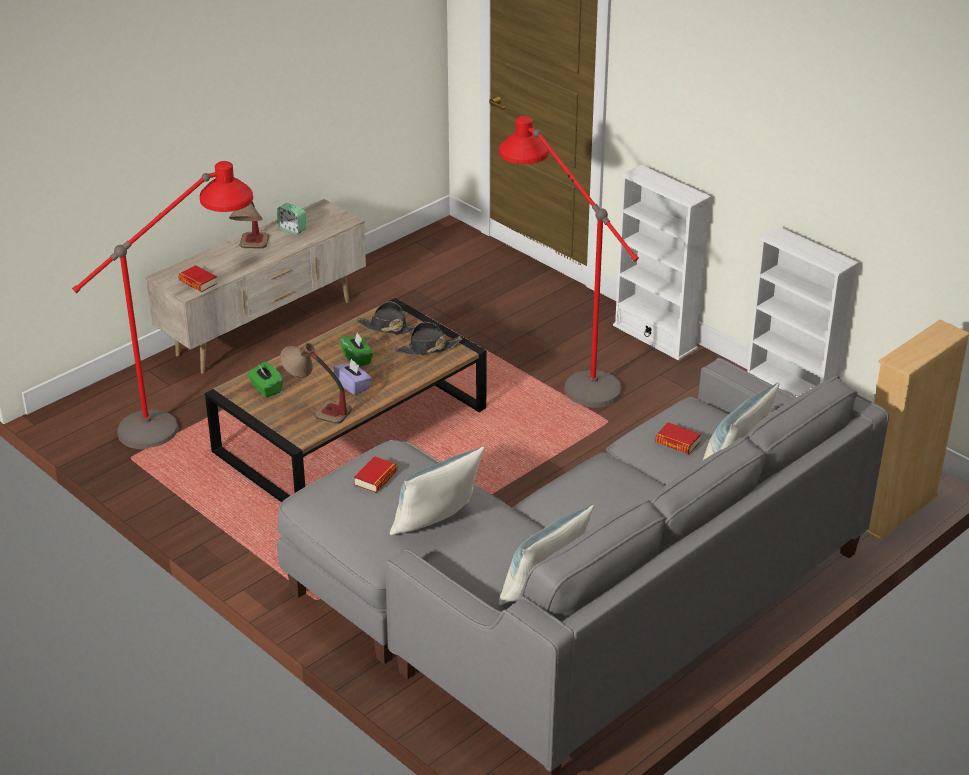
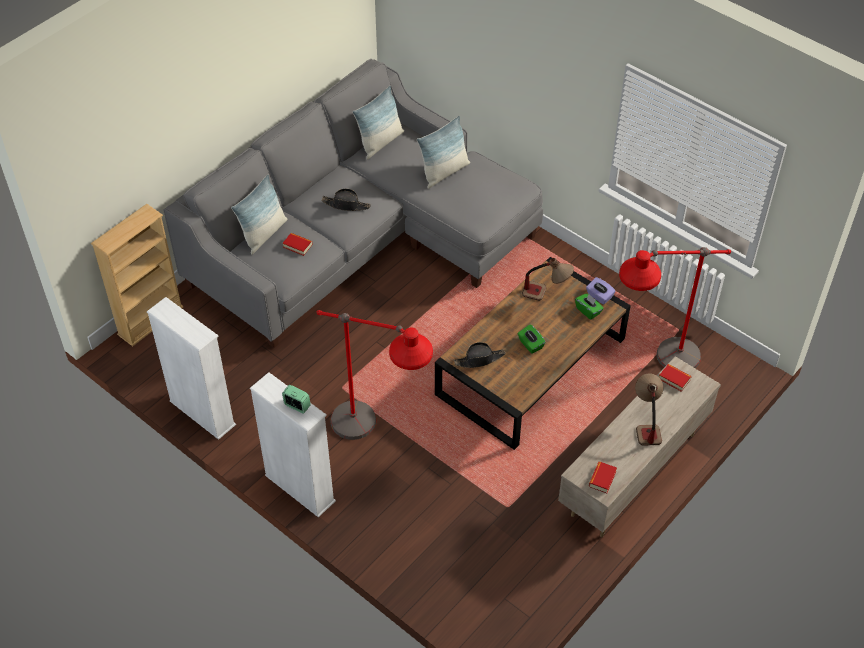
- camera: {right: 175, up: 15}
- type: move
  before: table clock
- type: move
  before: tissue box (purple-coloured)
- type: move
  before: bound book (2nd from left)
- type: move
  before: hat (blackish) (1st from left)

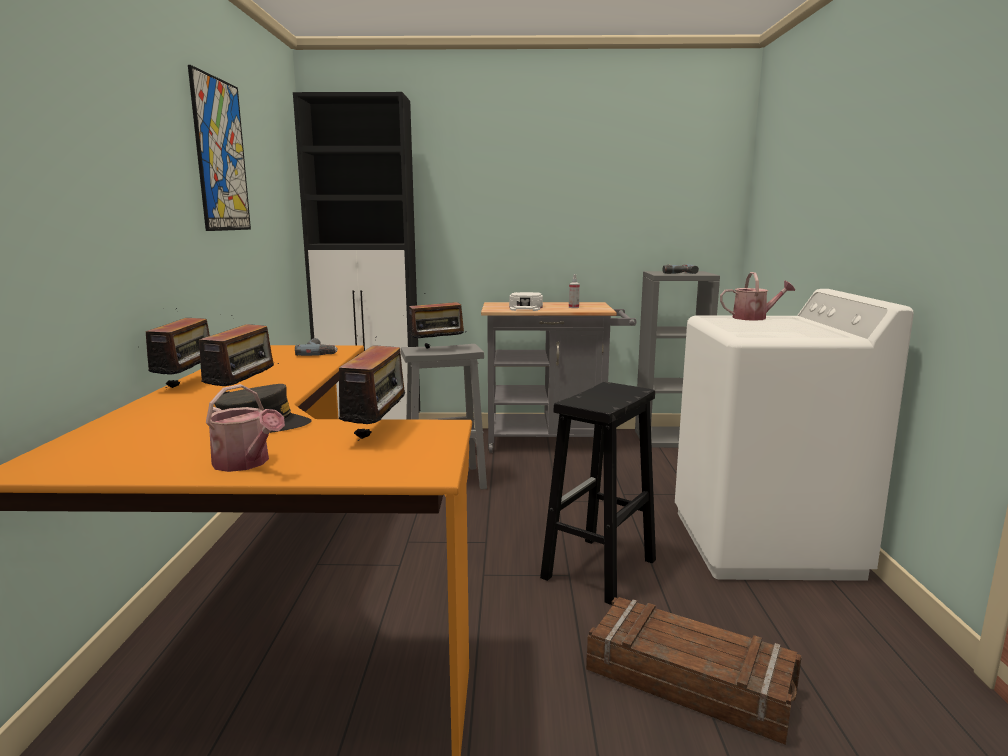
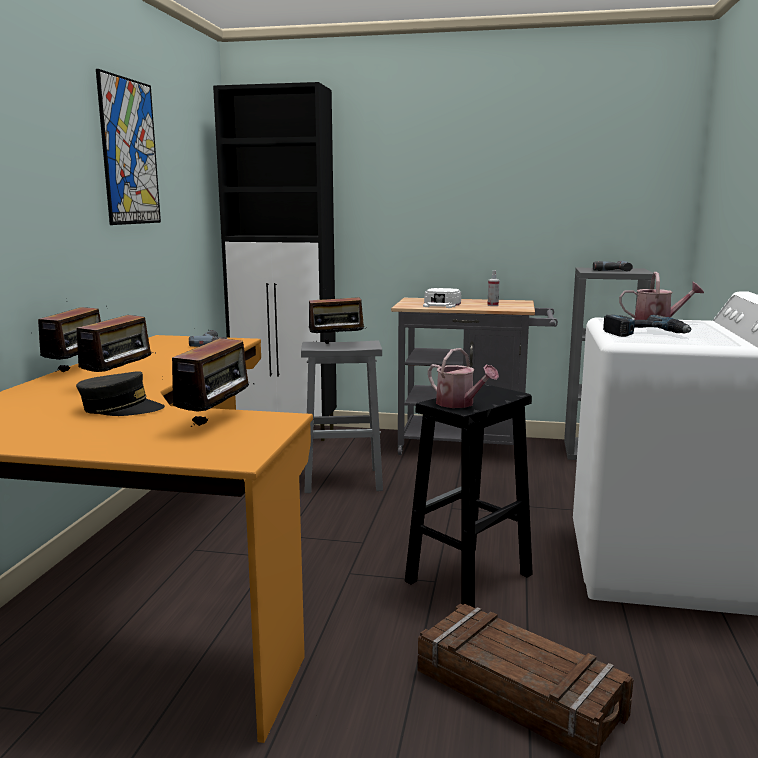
- camera: {right: 10, up: 0}
- type: insert
  after: power drill (3rd from left)
- type: move
  before: sprinkling can (1st from left)

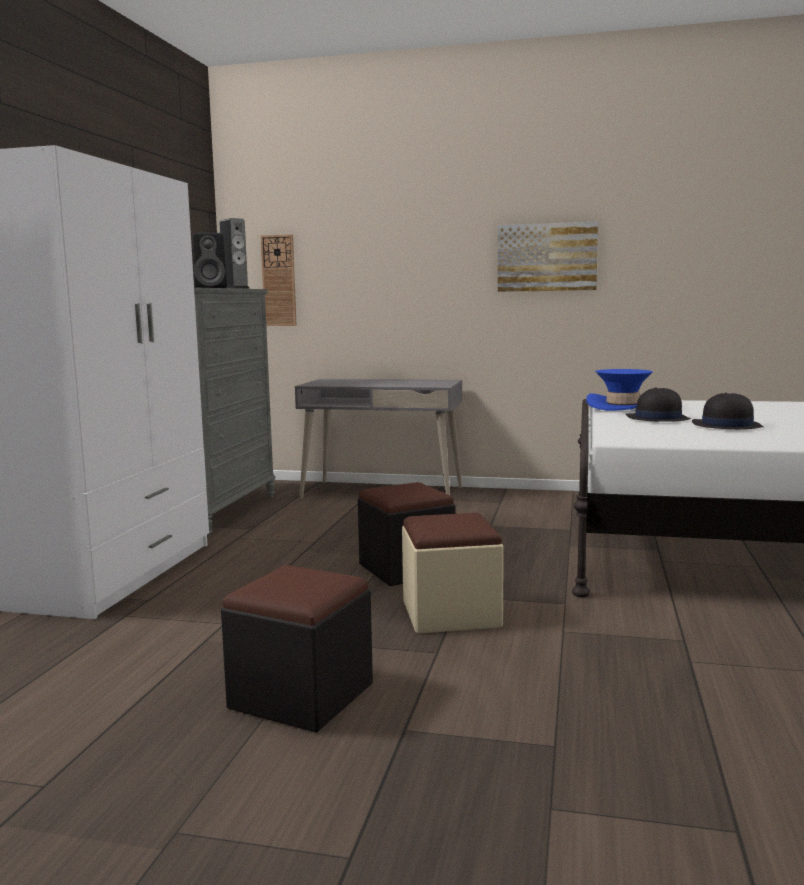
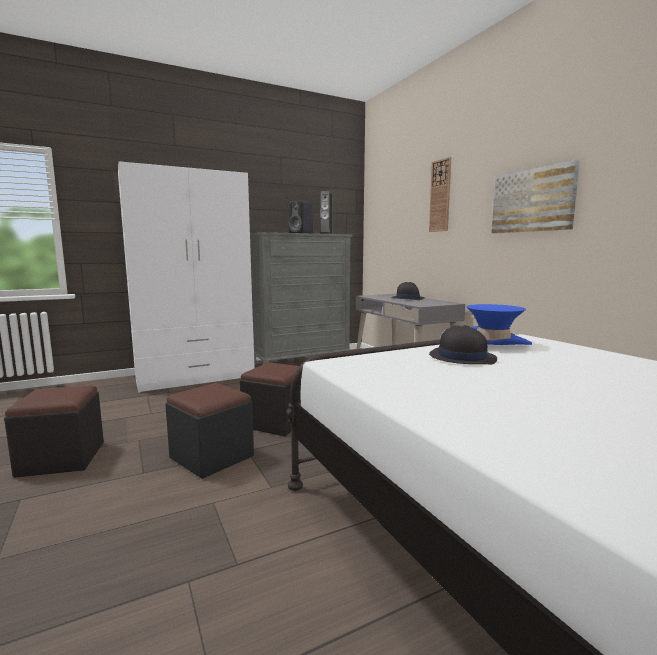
- camera: {right: 50, up: 0}
- type: move
  before: wall clock
- type: move
  before: hat (blackish) (2nd from left in the first image)
  after: hat (blackish) (1st from left)
- type: recolor
  before: pouffe (beige-coloured)
  after: pouffe (blackish) (2nd from left)

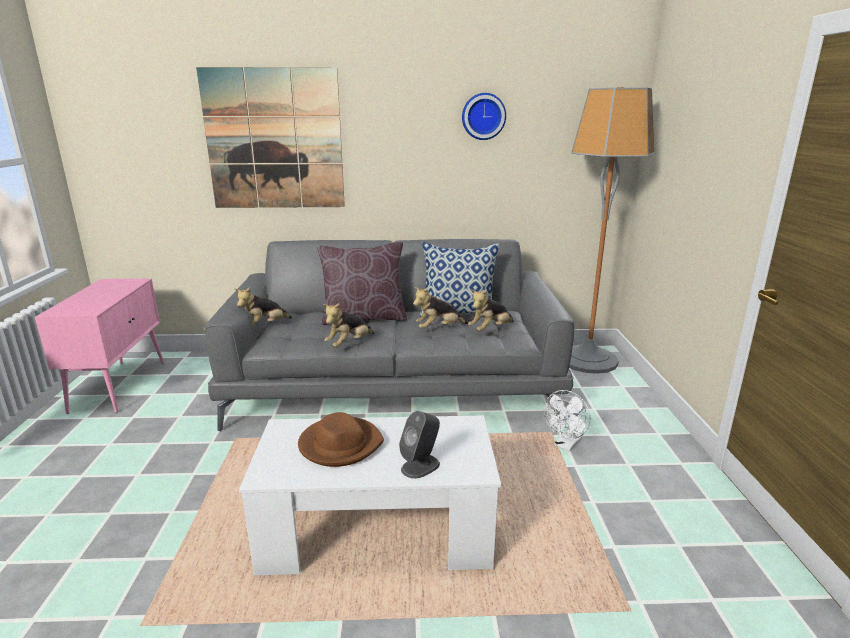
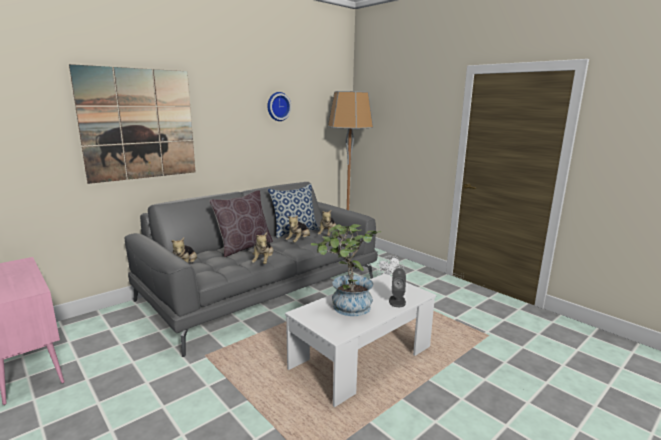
- camera: {right: -40, up: -5}
- type: replace
  before: hat (brown-coloured)
  after: plant in a pot

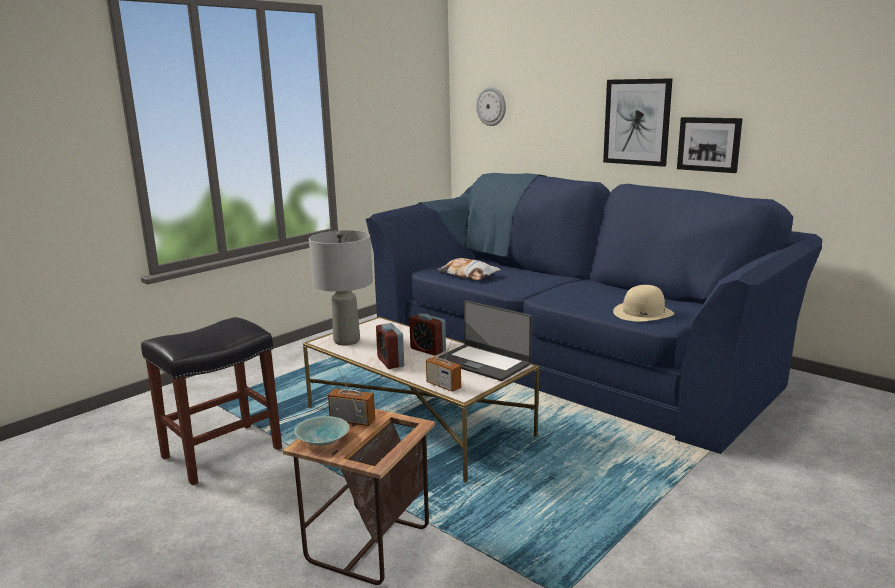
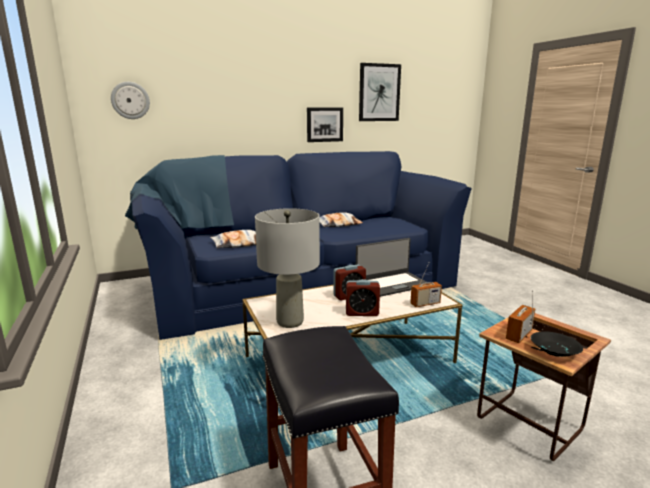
- camera: {right: -65, up: 0}
- type: delete
  before: hat (beige-coloured)
- type: insert
  after: pillow (2nd from left)
- type: move
  before: picture (1st from left in the first image)
  after: picture (2nd from left)
- type: recolor
  before: bowl (turquoise)
  after: bowl (blackish)

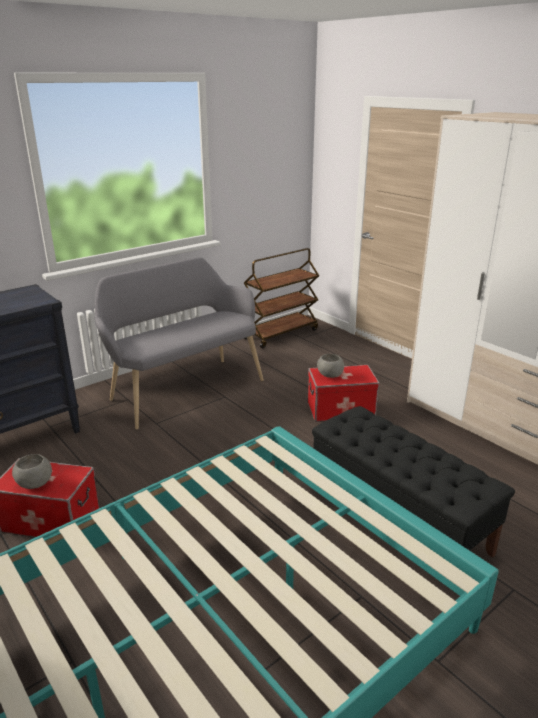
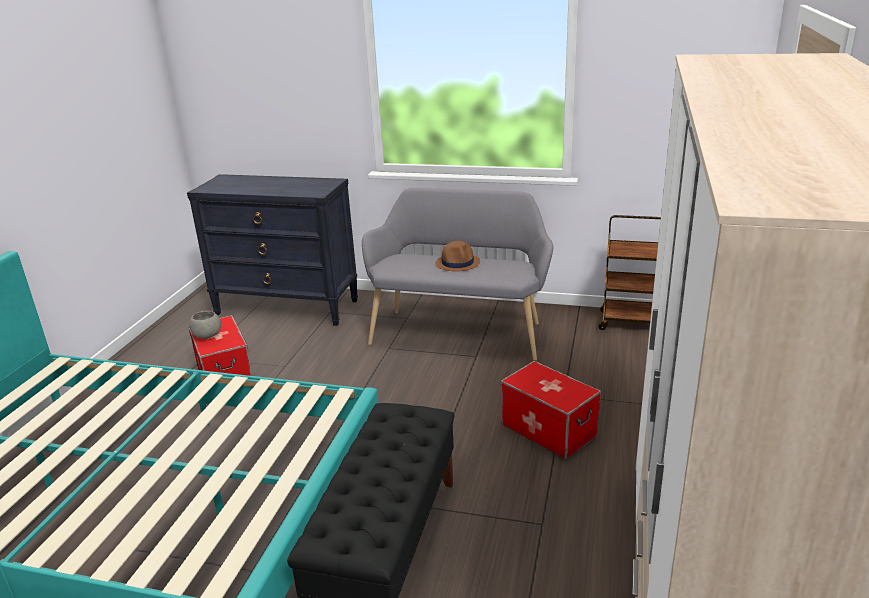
- camera: {right: 55, up: 0}
- type: delete
  before: bowl (grey) (2nd from left)
- type: insert
  after: hat (brown-coloured)

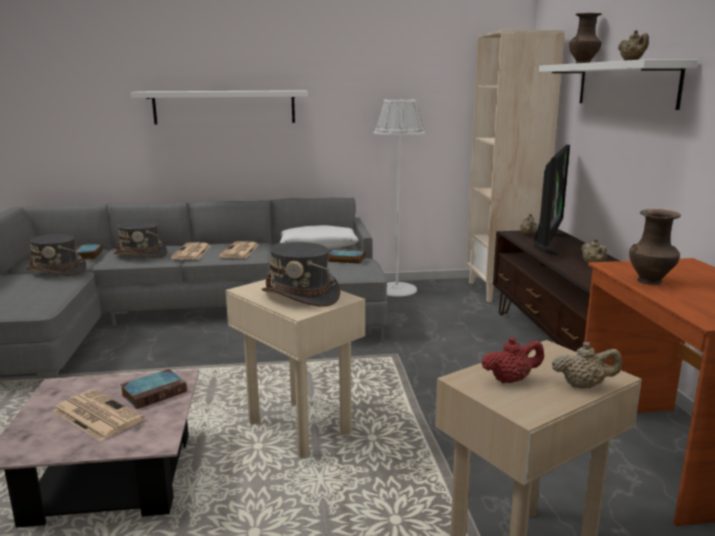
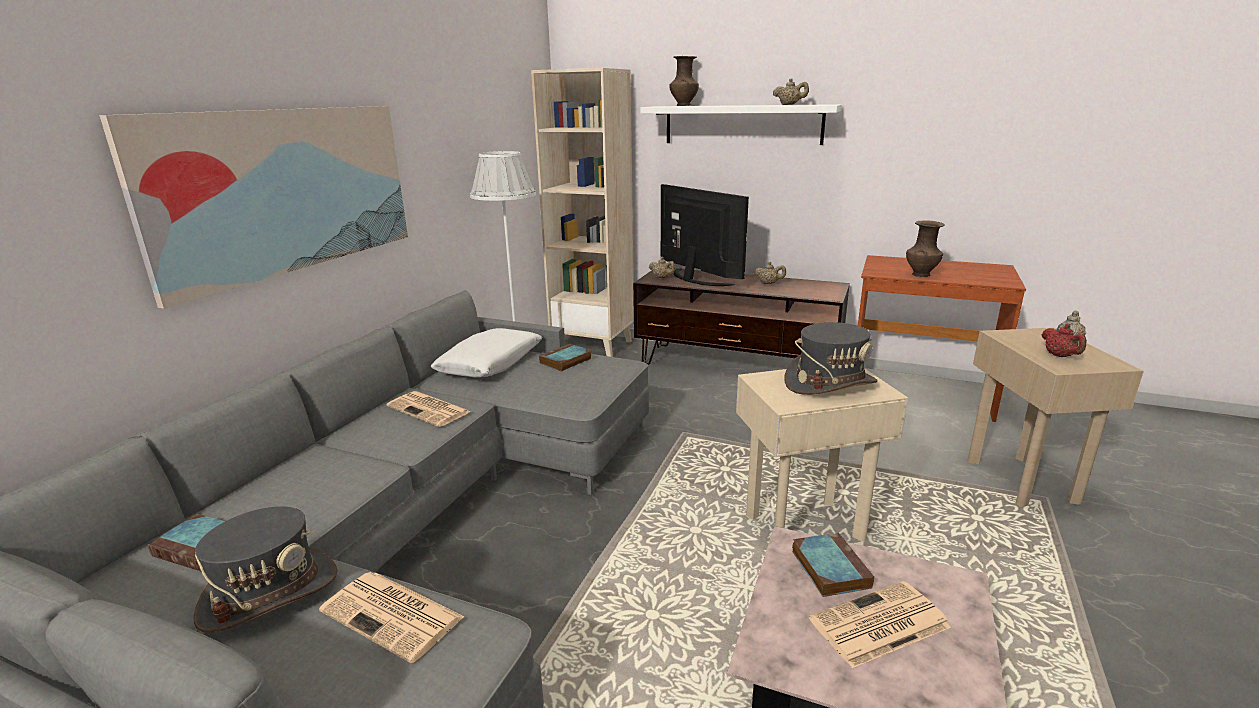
- camera: {right: -60, up: 5}
- type: delete
  before: hat (grey) (2nd from left)
- type: move
  before: newspaper (2nd from left in the first image)
  after: newspaper (1st from left)
- type: replace
  before: bracket shelf (white) (1st from left)
  after: picture
- type: rotate
  before: tea pot (red)
  turn: 150

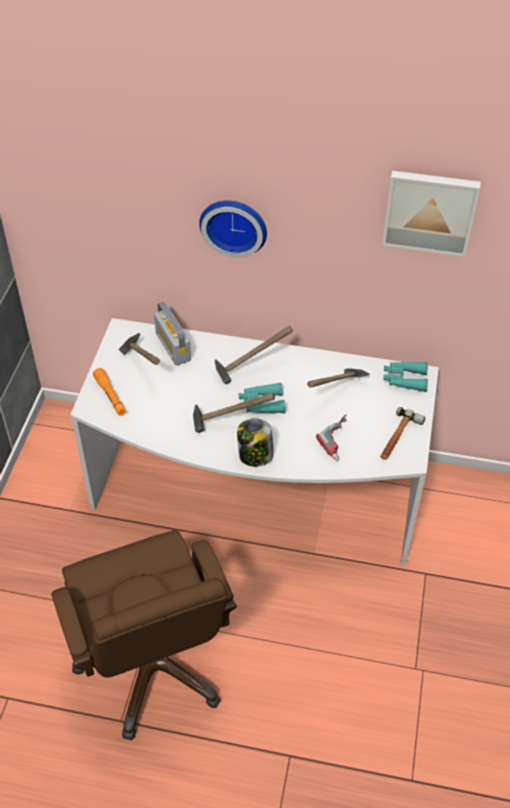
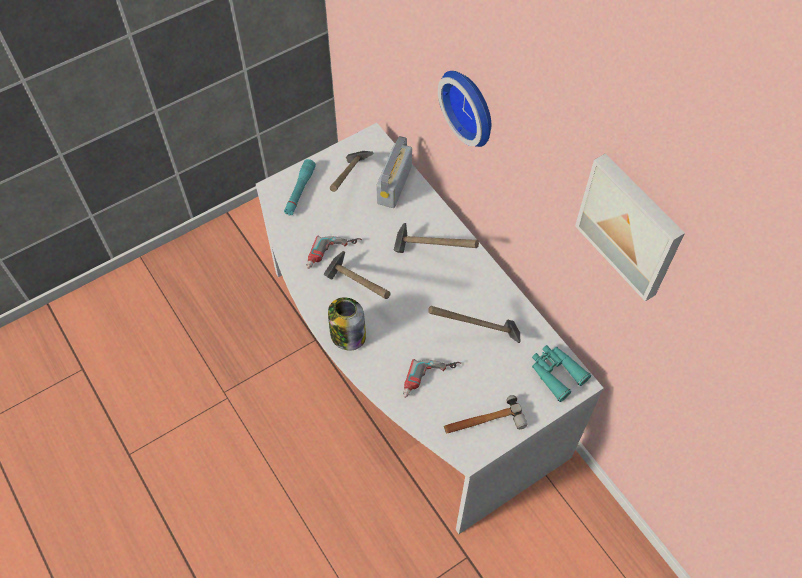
- camera: {right: 45, up: 10}
- type: delete
  before: office chair (brown-coloured)
- type: delete
  before: binoculars (turquoise) (1st from left)
- type: insert
  after: power drill (1st from left)
- type: recolor
  before: torch (orangey)
  after: torch (turquoise)

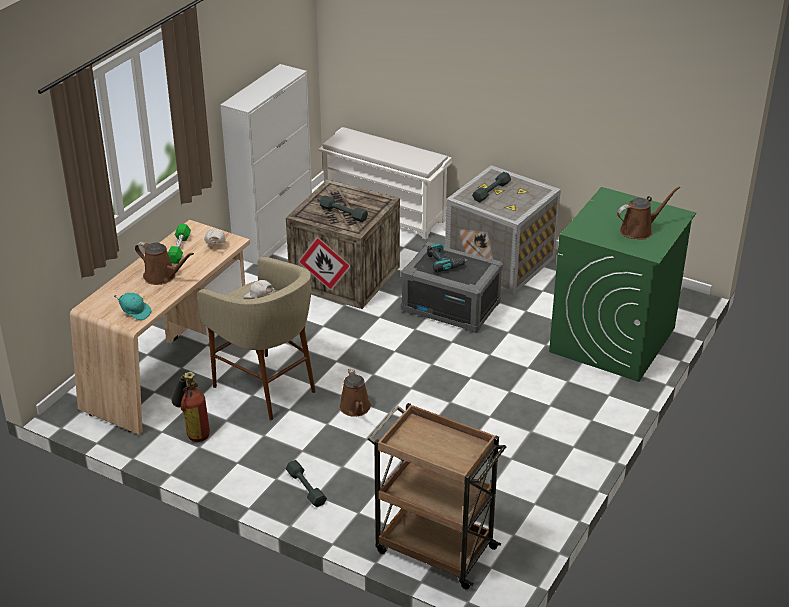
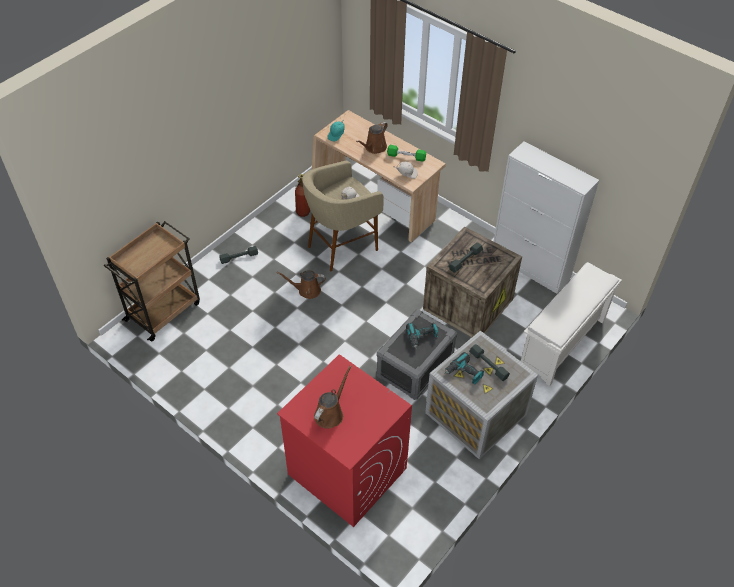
- camera: {right: 100, up: 15}
- type: insert
  after: power drill (2nd from left)
- type: recolor
  before: washing machine (green)
  after: washing machine (red)
- type: rotate
  before: sprinkling can (brown-coloured) (3rd from left in the first image)
  turn: -135

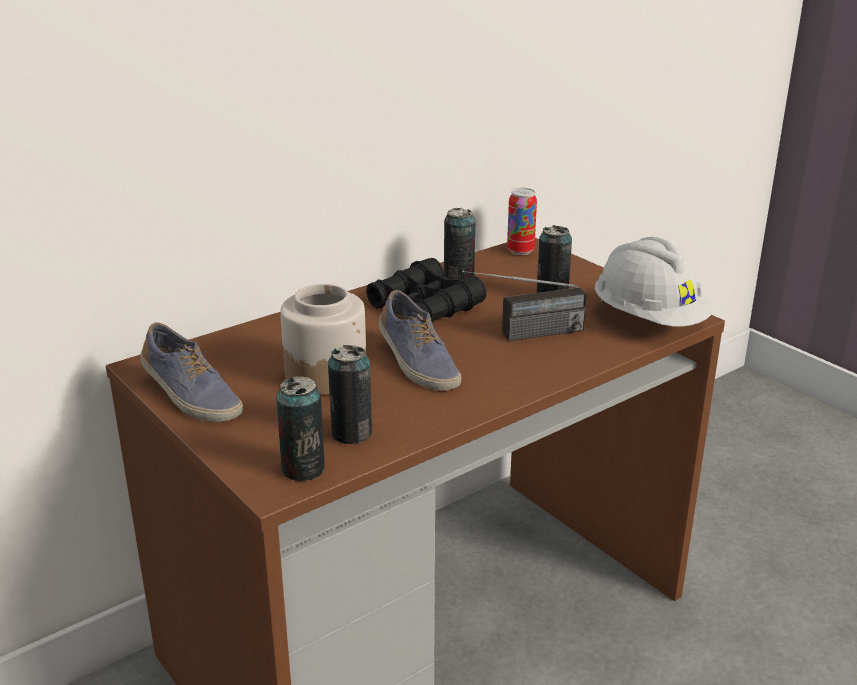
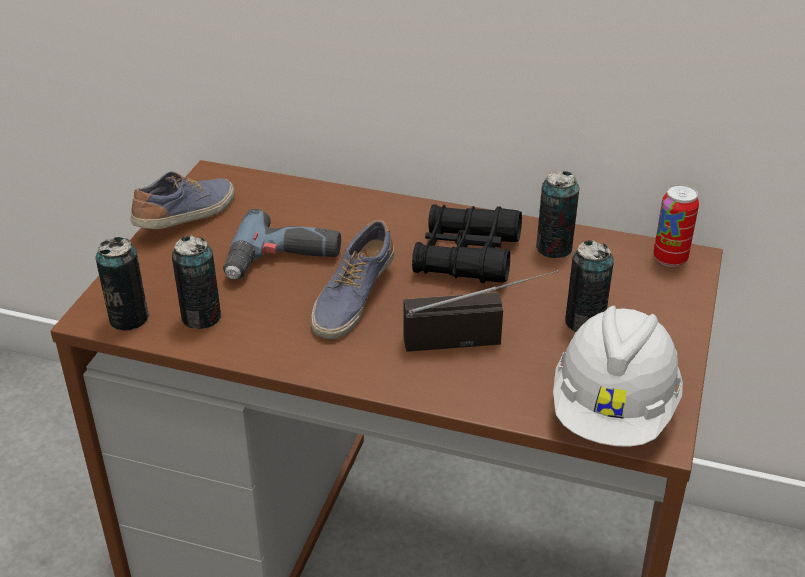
- camera: {right: 55, up: 10}
- type: replace
  before: jar
  after: power drill
- type: rotate
  before: shoe (1st from left)
  turn: -150
- type: rotate
  before: radio set
  turn: 135

